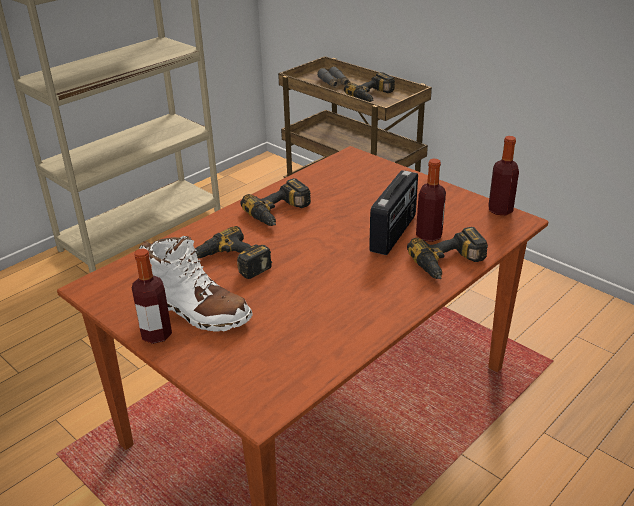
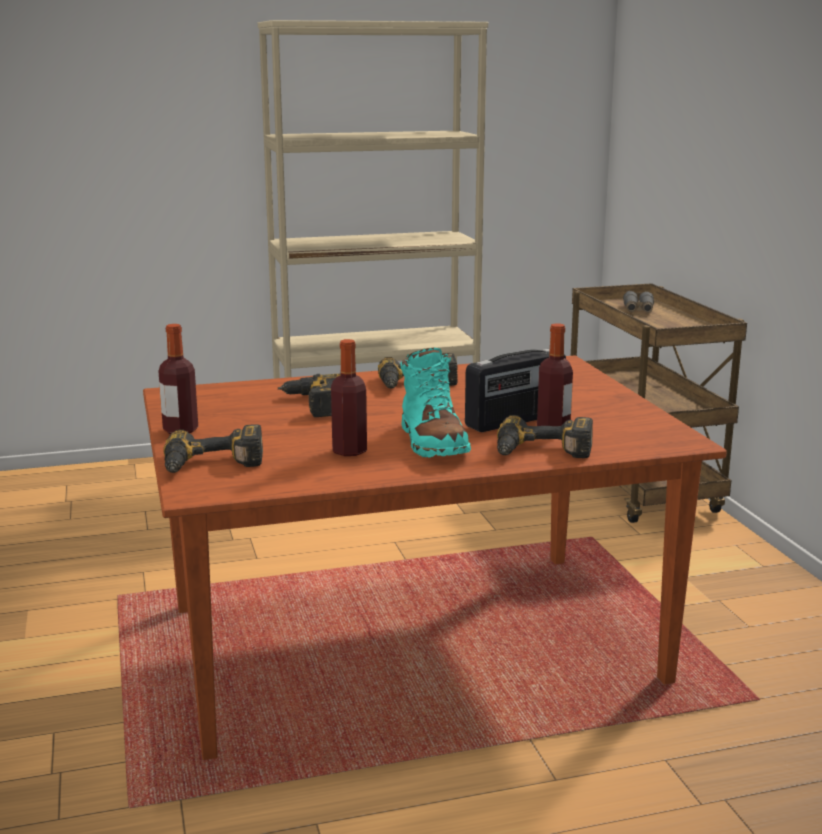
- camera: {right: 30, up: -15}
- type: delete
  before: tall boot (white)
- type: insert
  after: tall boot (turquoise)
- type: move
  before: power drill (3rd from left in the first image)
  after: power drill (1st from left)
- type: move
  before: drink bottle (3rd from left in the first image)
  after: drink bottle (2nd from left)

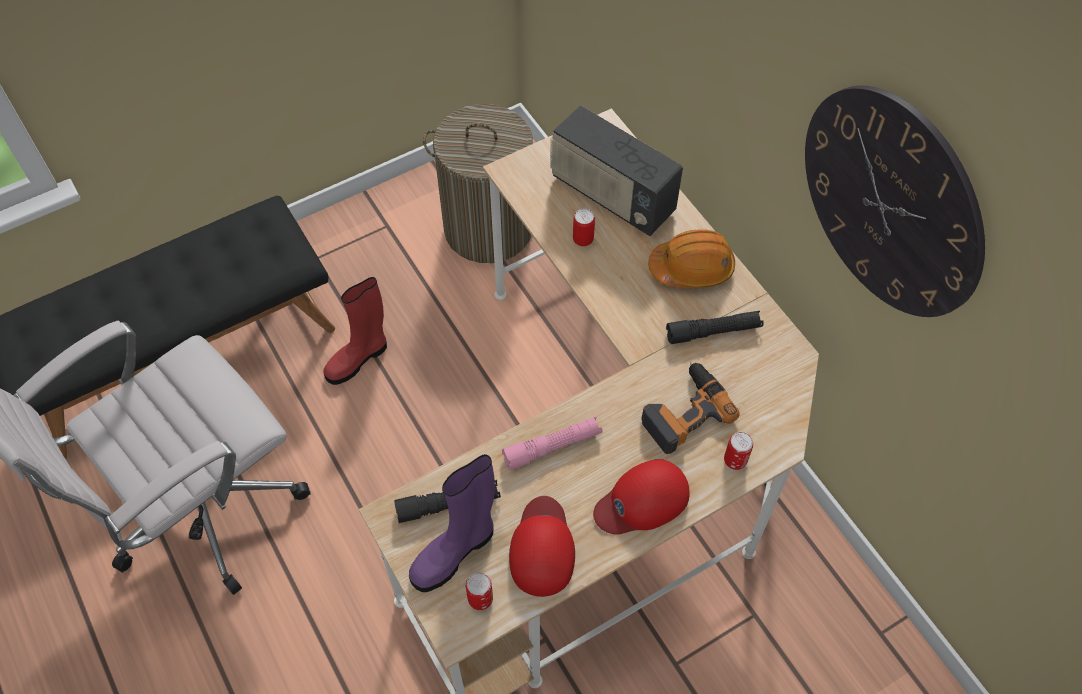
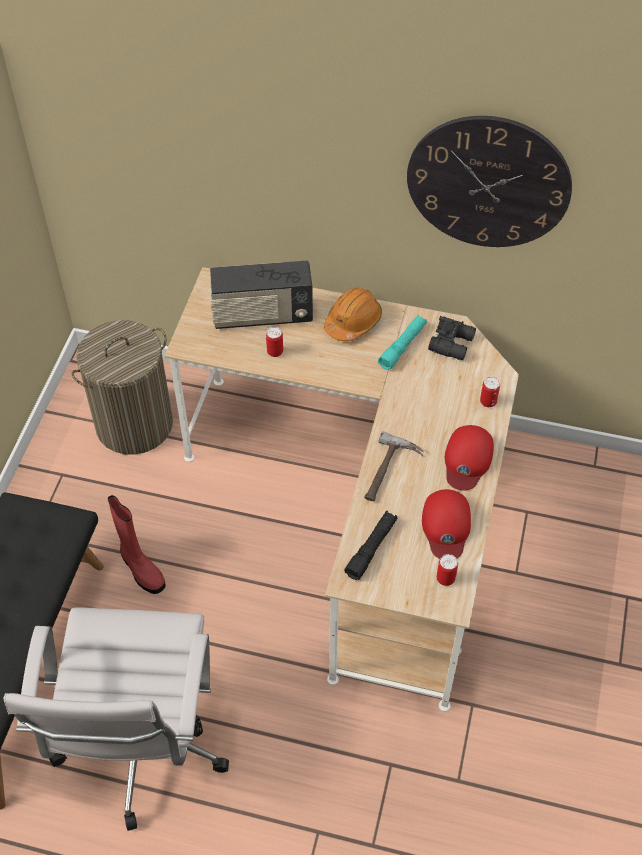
- camera: {right: -45, up: -5}
- type: delete
  before: tall boot (purple-coloured)
- type: delete
  before: power drill
- type: insert
  after: binoculars (blackish)
- type: replace
  before: torch (pink)
  after: tool hammer
- type: recolor
  before: torch (blackish) (2nd from left)
  after: torch (turquoise)
- type: rotate
  before: tall boot (red)
  turn: -45
- type: rotate
  before: baseball cap (red) (1st from left)
  turn: -135

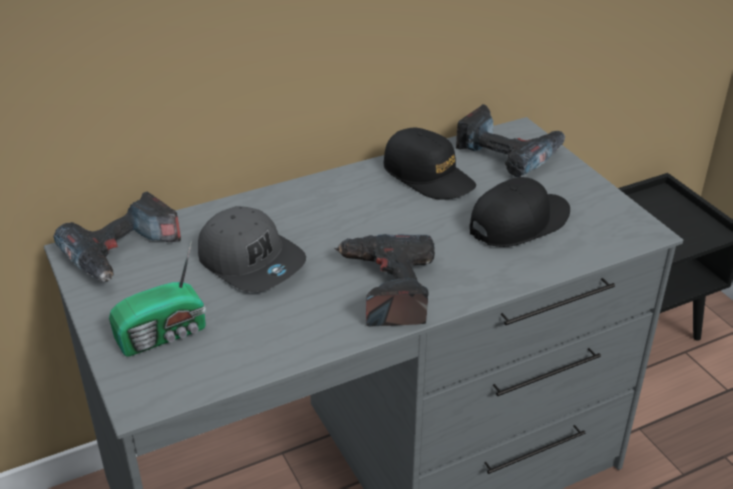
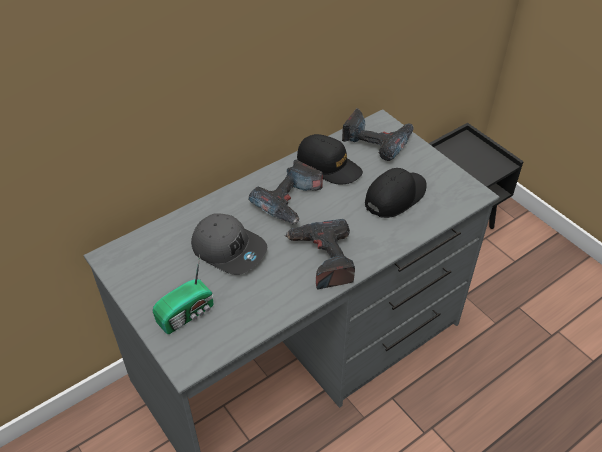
- camera: {right: -10, up: 10}
- type: move
  before: power drill (1st from left)

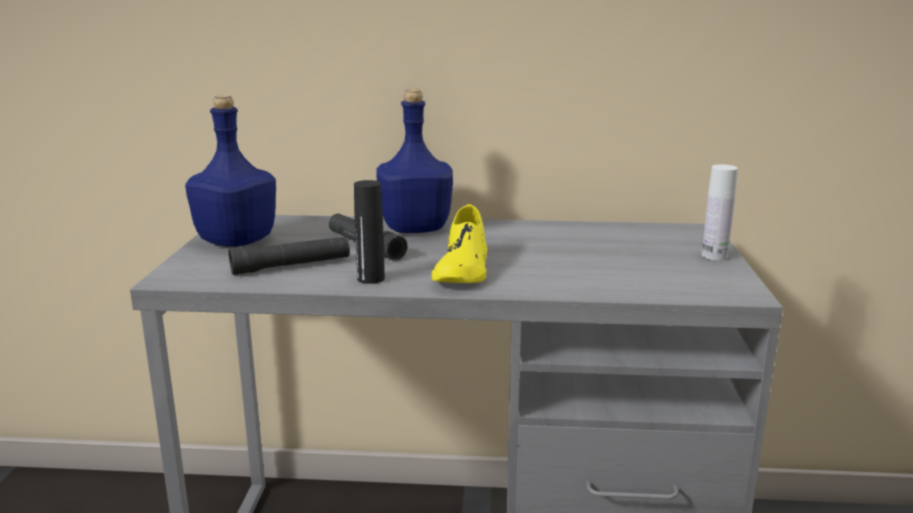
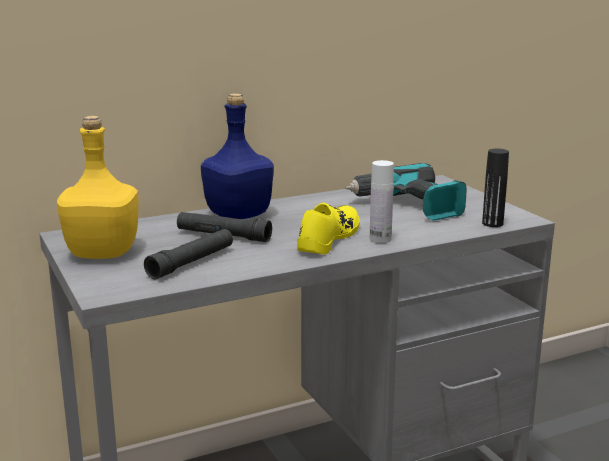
- camera: {right: -30, up: 0}
- type: insert
  after: power drill
- type: move
  before: drink bottle (blackish)
- type: move
  before: drink bottle (white)
- type: recolor
  before: drink bottle (blue-coloured) (1st from left)
  after: drink bottle (yellow)
- type: rotate
  before: shoe (yellow)
  turn: -135

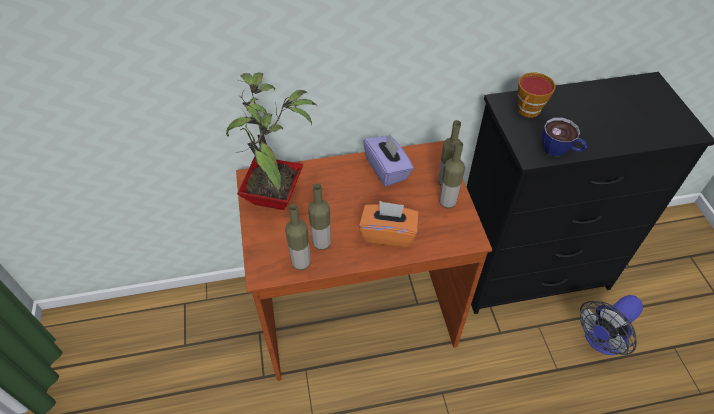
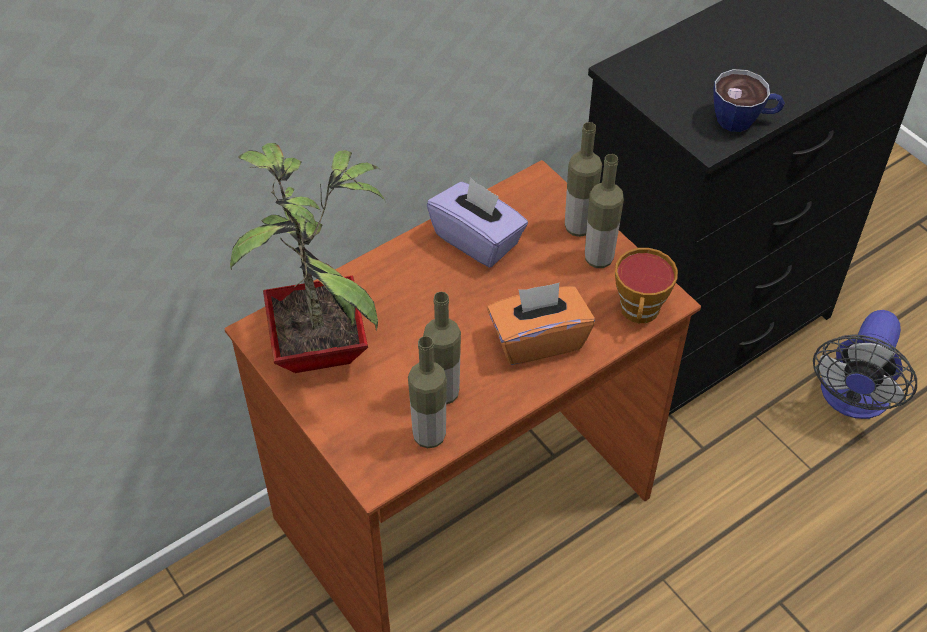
- camera: {right: -25, up: 0}
- type: move
  before: cup (1st from left)

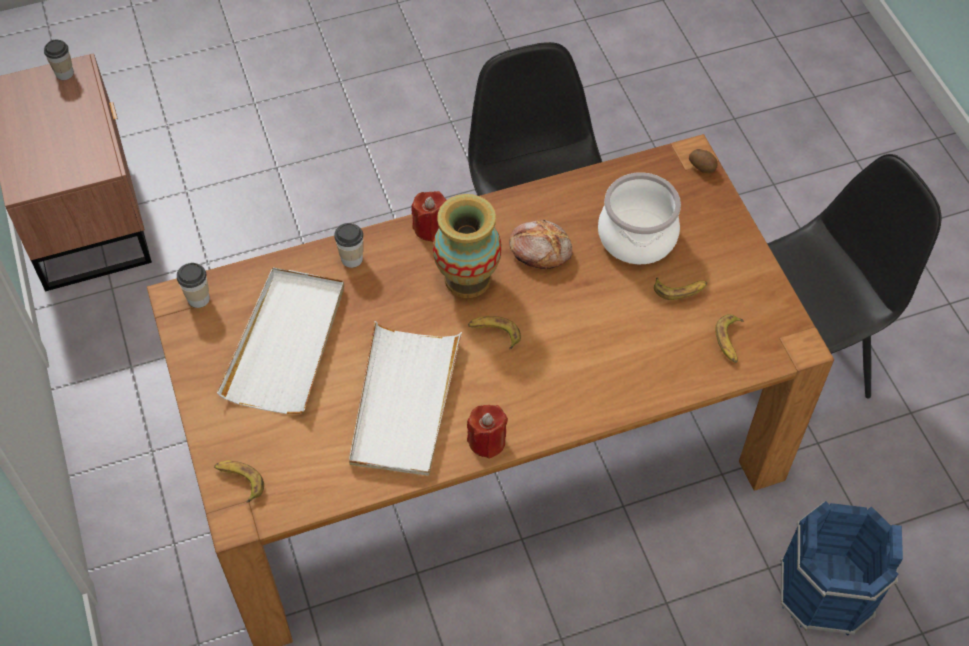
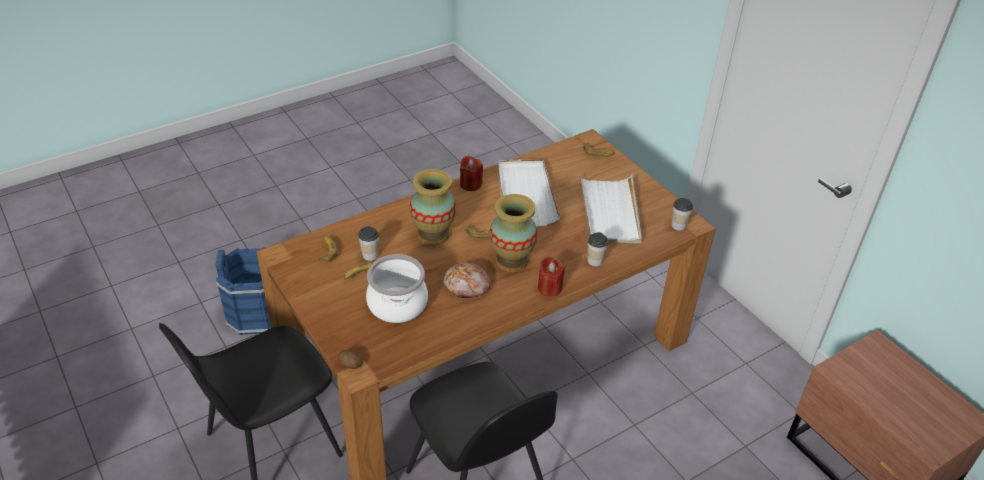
- camera: {right: 165, up: -15}
- type: insert
  after: vase (1st from left)
- type: move
  before: cup (1st from left)

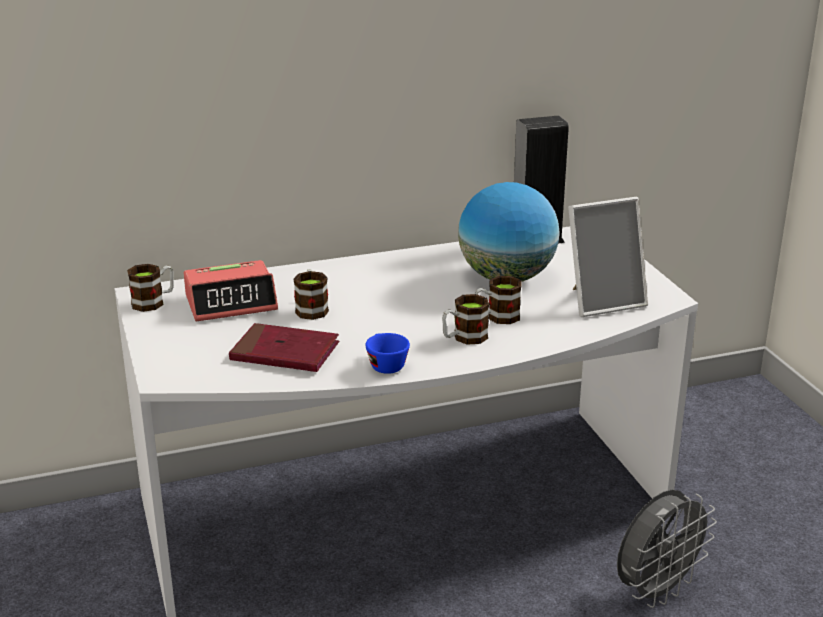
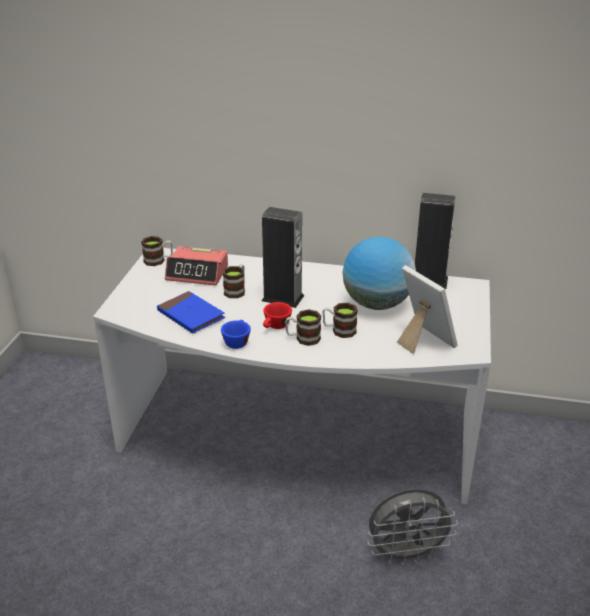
- camera: {right: 30, up: 5}
- type: insert
  after: audio speaker (1st from left)
- type: insert
  after: cup (red)
- type: recolor
  before: bound book (red)
  after: bound book (blue-coloured)
- type: rotate
  before: picture frame
  turn: -135

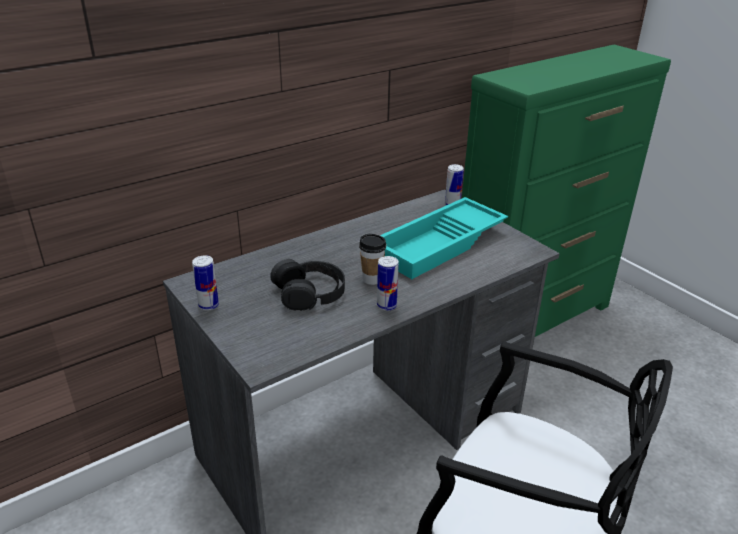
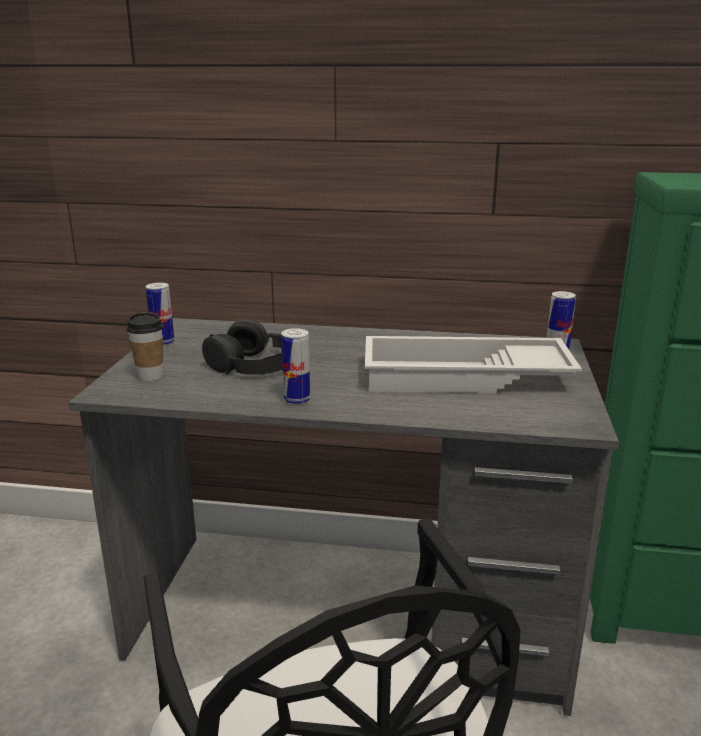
- camera: {right: 45, up: -10}
- type: move
  before: cup
- type: recolor
  before: carrying tray (turquoise)
  after: carrying tray (white)

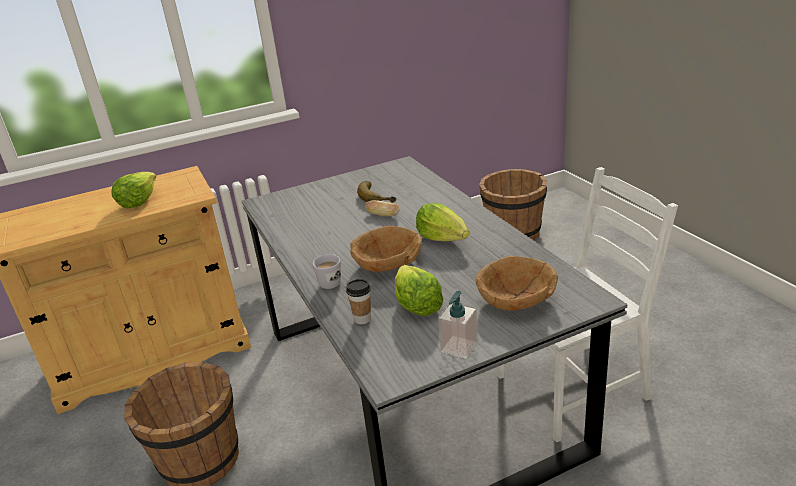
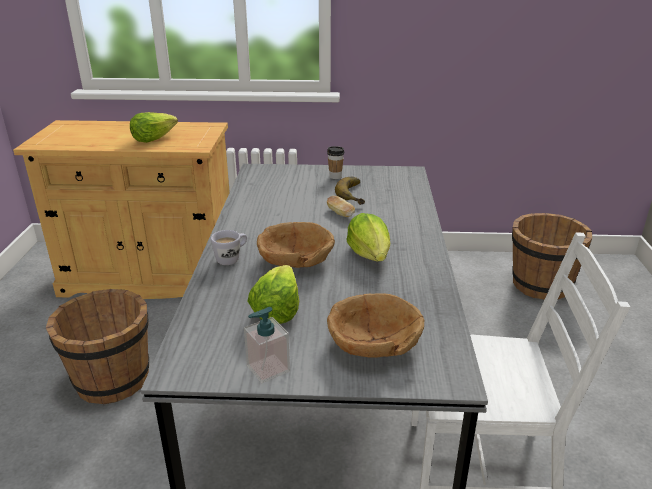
- camera: {right: 25, up: 0}
- type: move
  before: cup

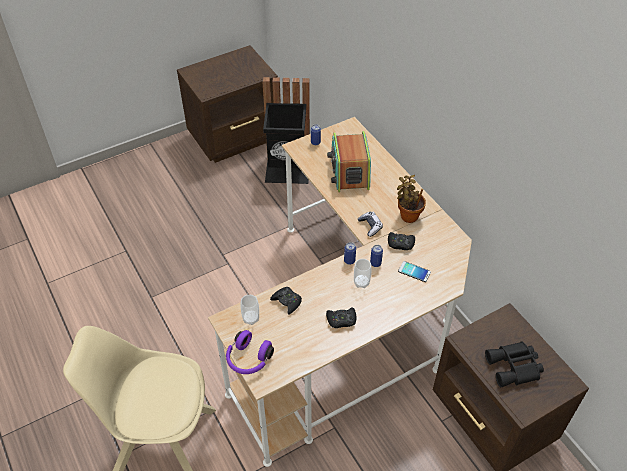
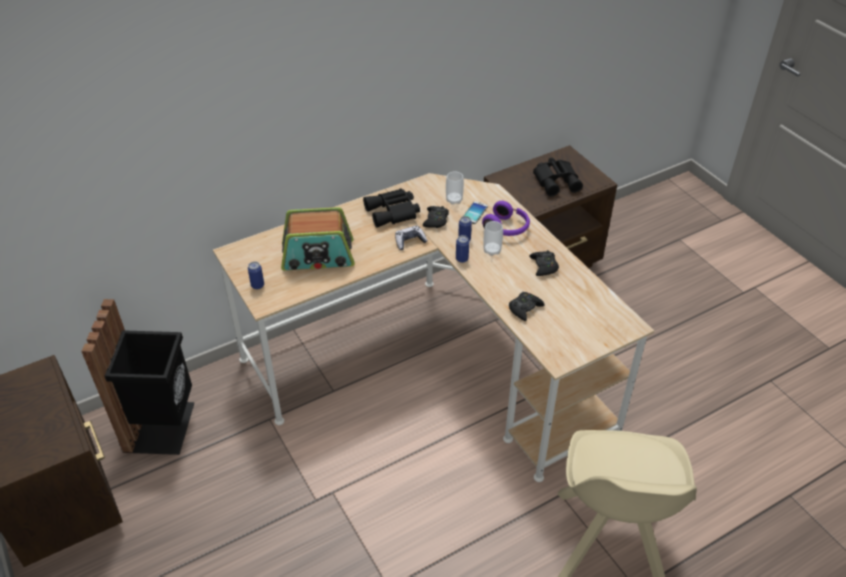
- camera: {right: -90, up: -5}
- type: move
  before: headphones (purple-coloured)
- type: move
  before: cup (1st from left)
- type: replace
  before: plant in a pot
  after: binoculars (blackish) (1st from left)

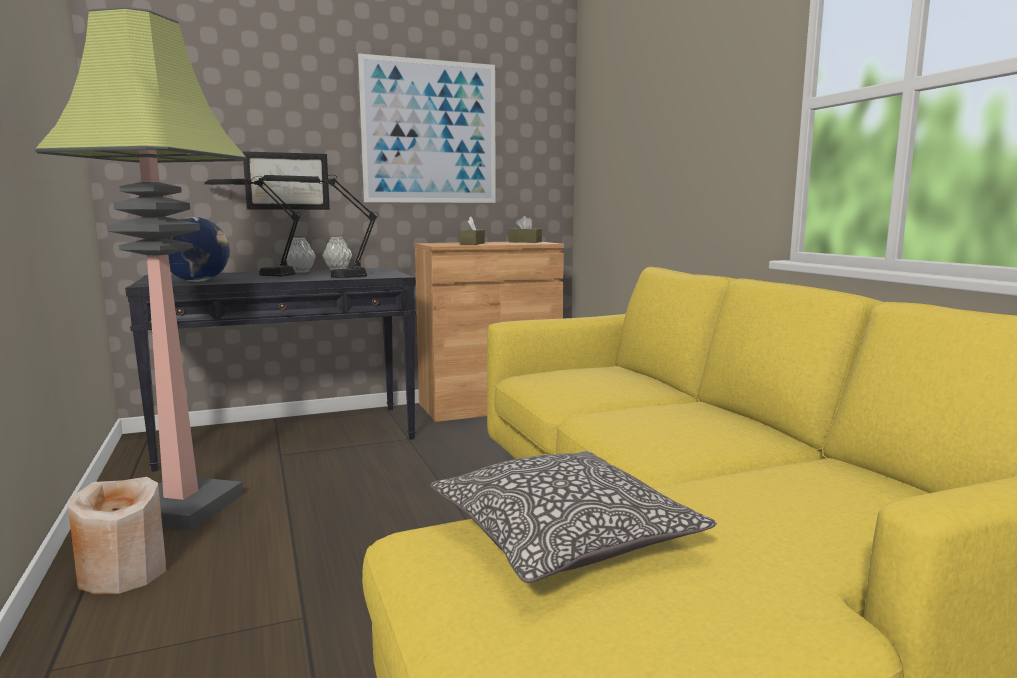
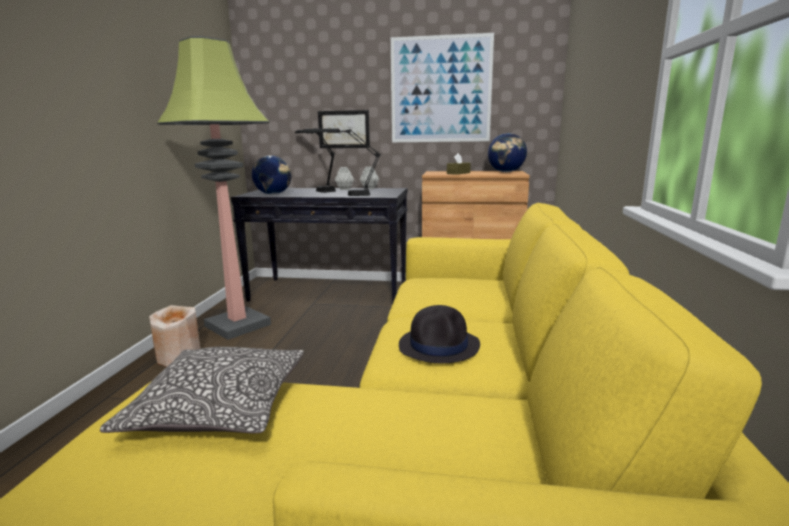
- camera: {right: 30, up: 5}
- type: insert
  after: hat (blackish)
- type: replace
  before: tissue box (brown-coloured) (2nd from left)
  after: world globe (2nd from left)

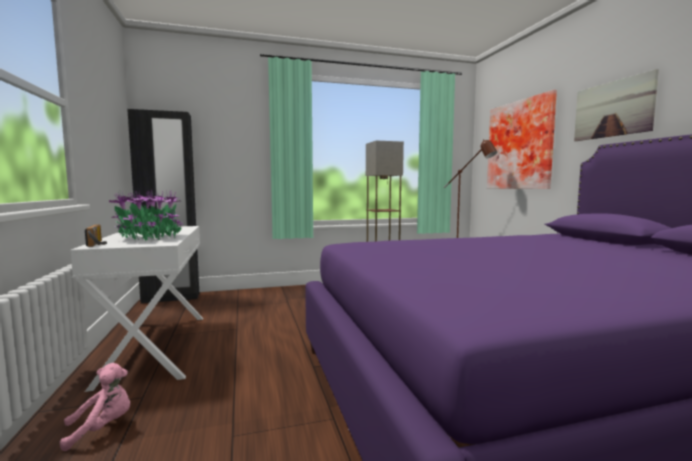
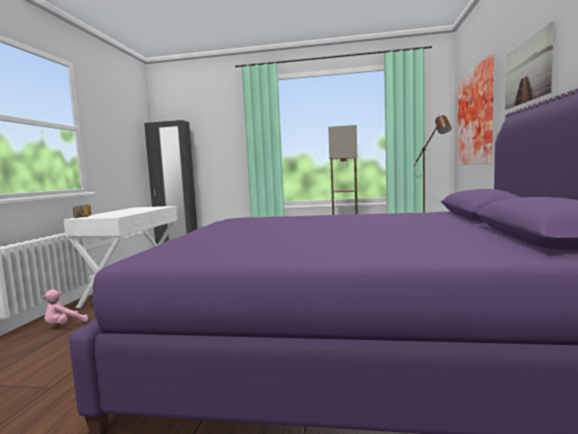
- camera: {right: 25, up: 0}
- type: delete
  before: plant in a pot
- type: rotate
  before: cuddly toy (pink)
  turn: 135

